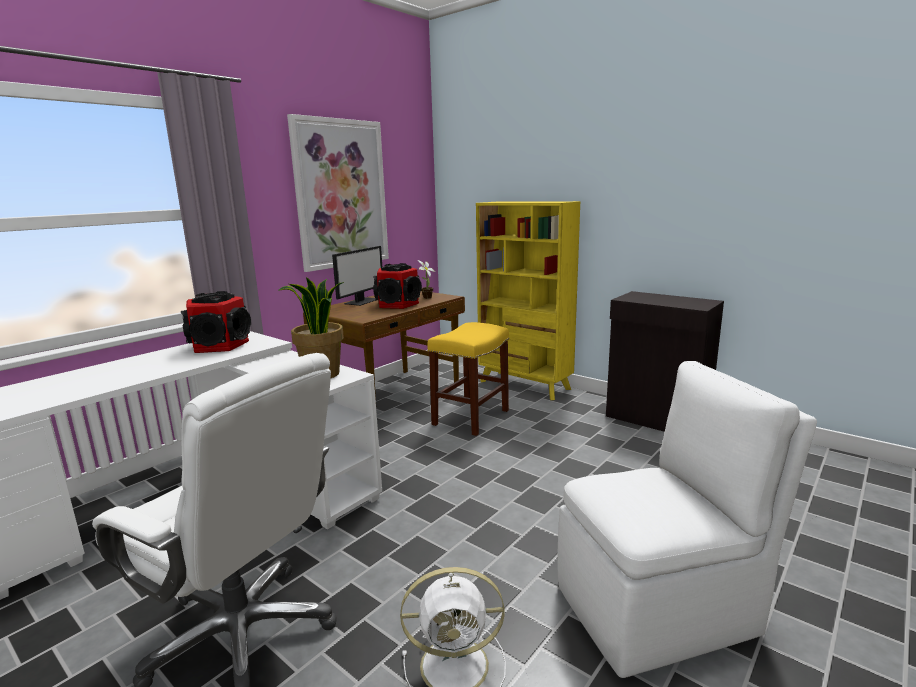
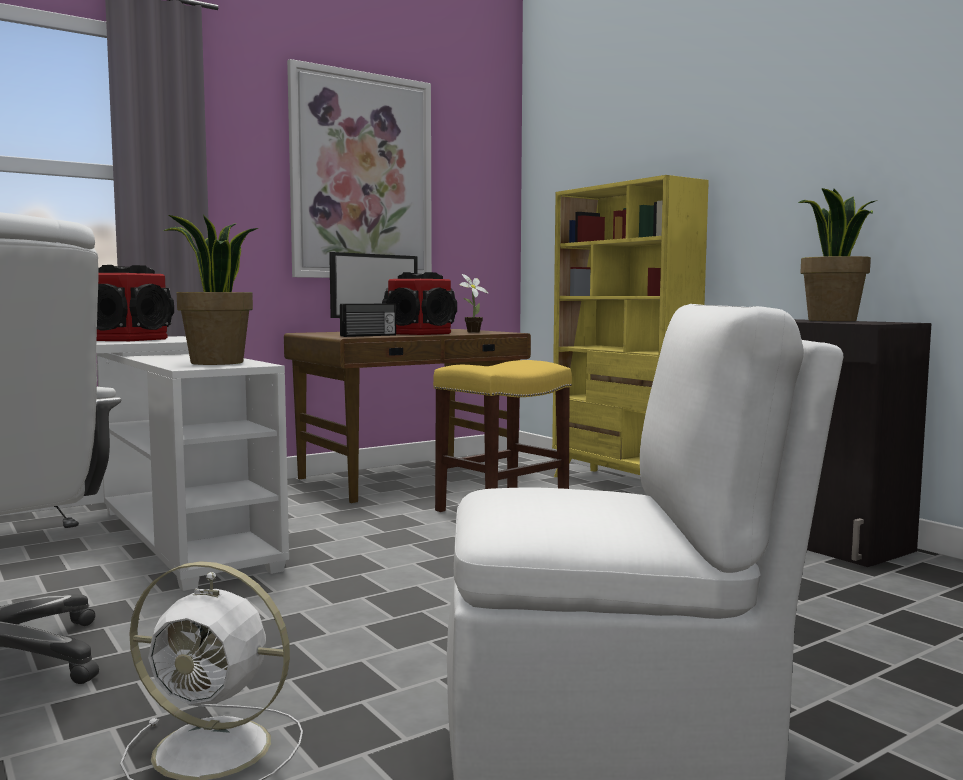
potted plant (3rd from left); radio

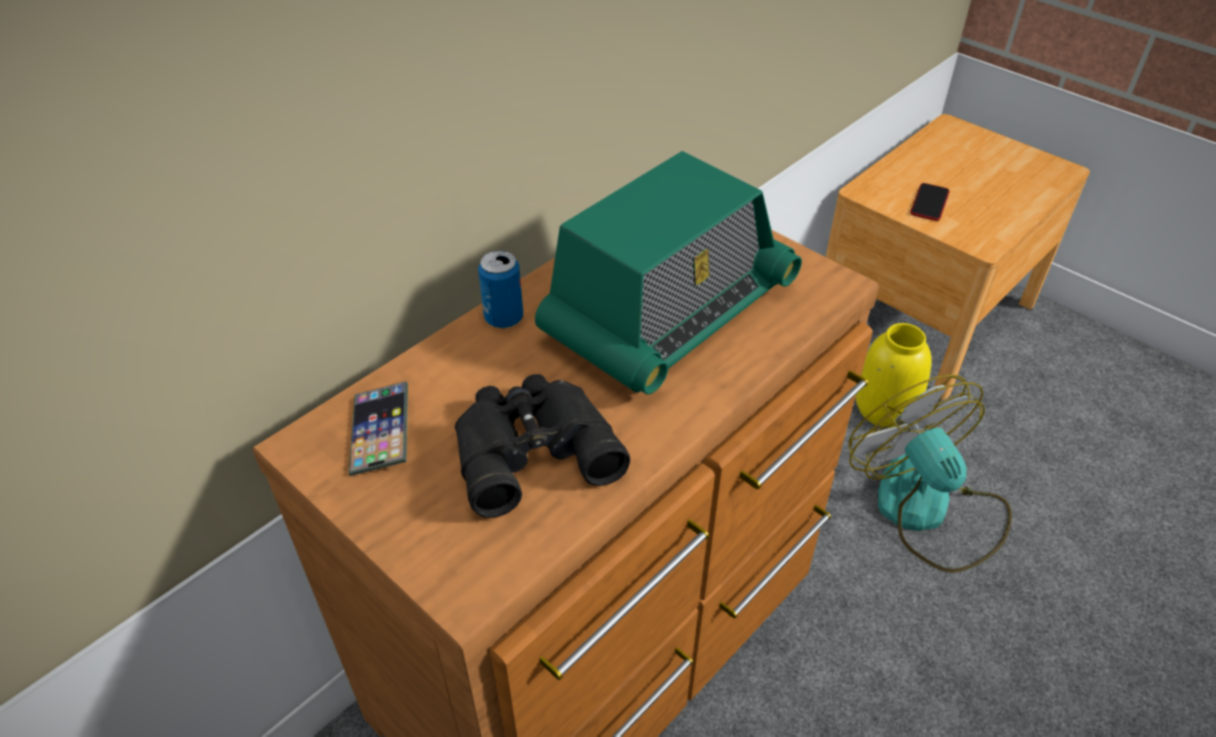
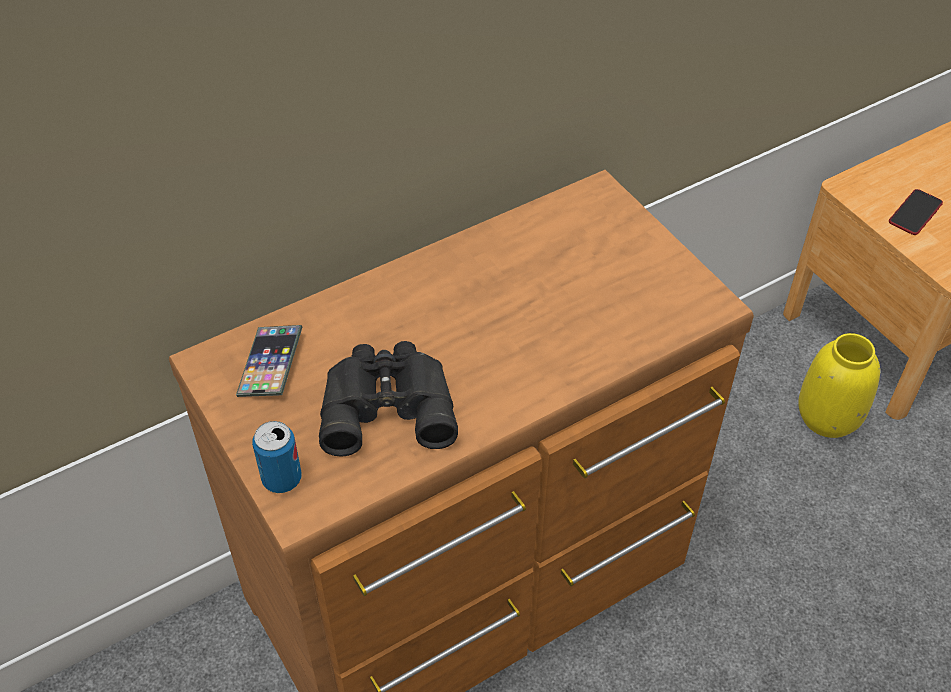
radio; can; fan

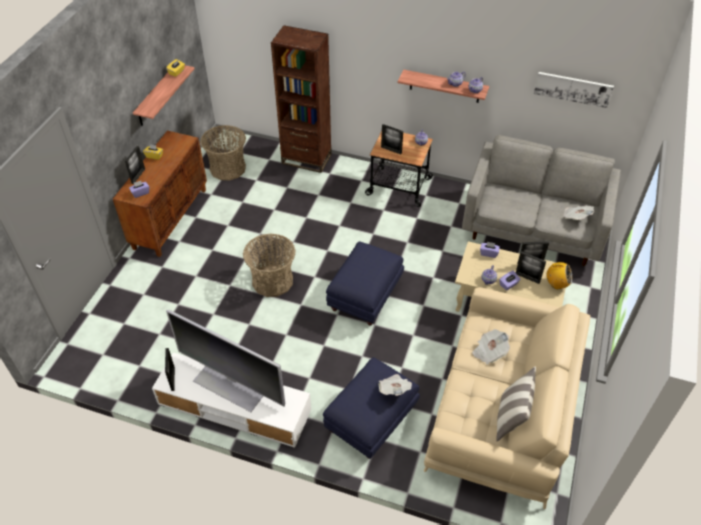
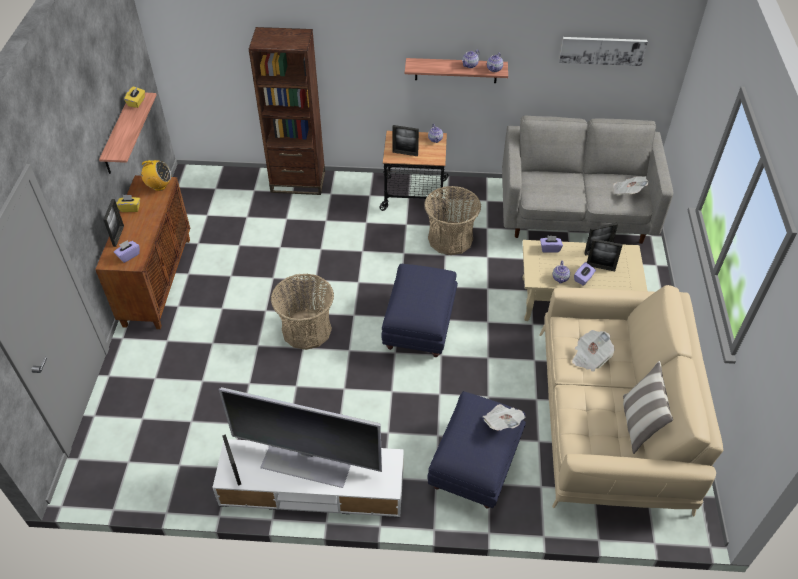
basket (2nd from left); radio

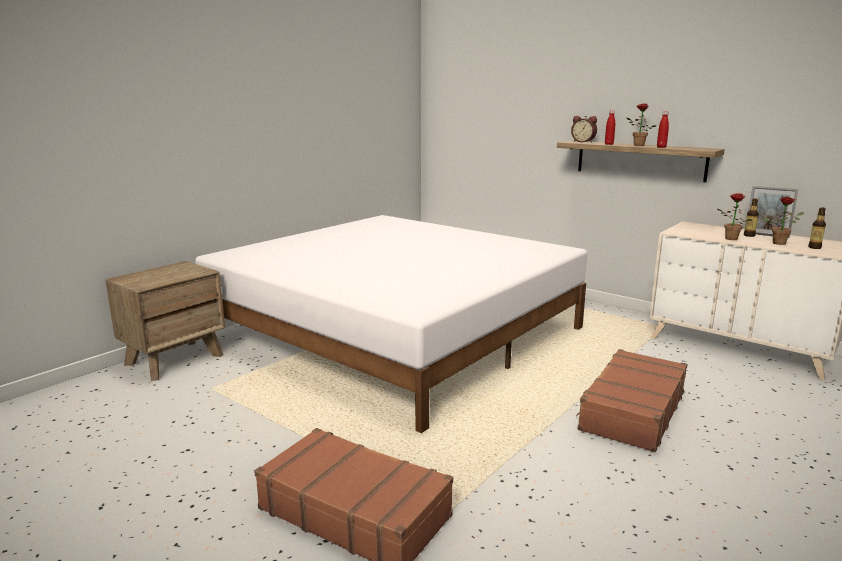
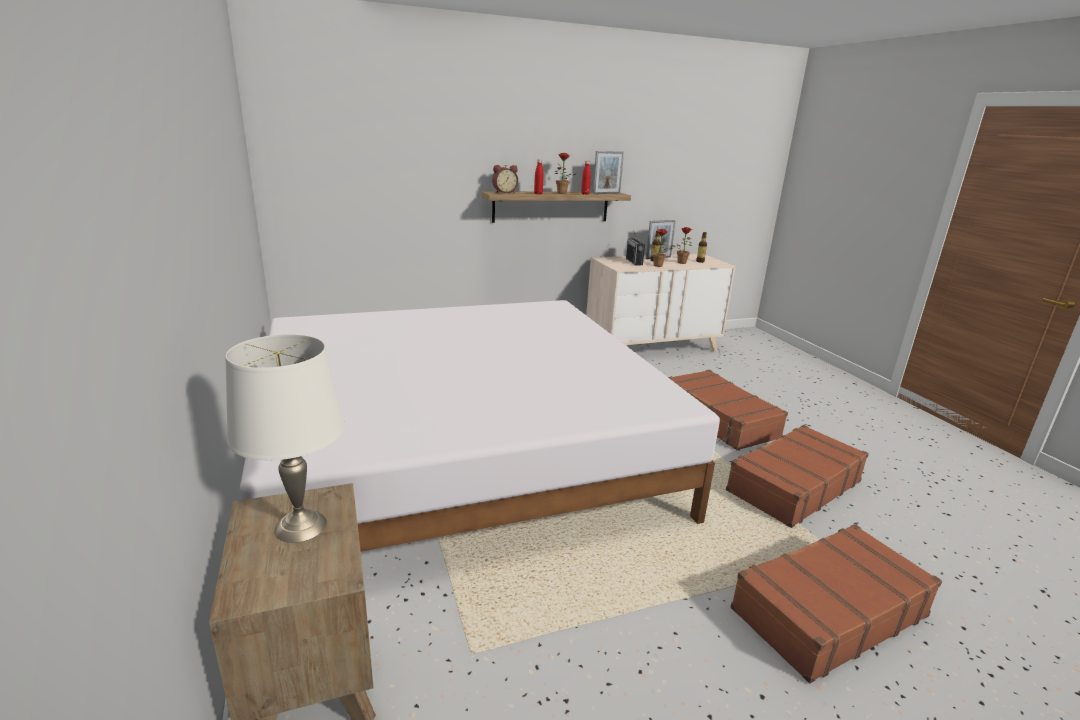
picture frame (1st from left); radio; white table lamp; brown suitcase (2nd from left)

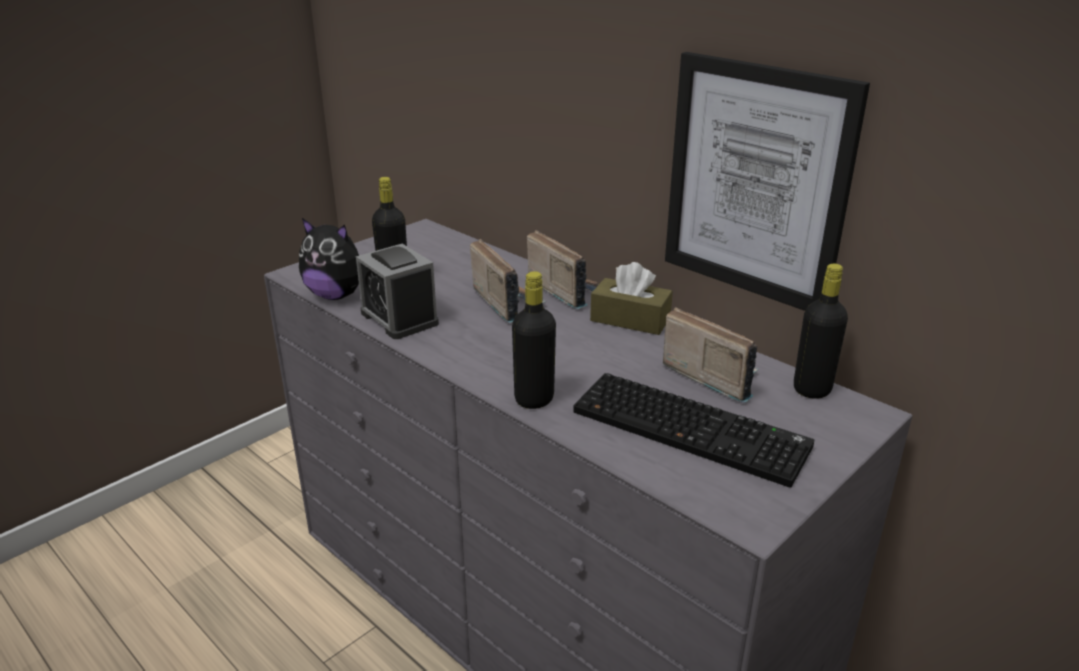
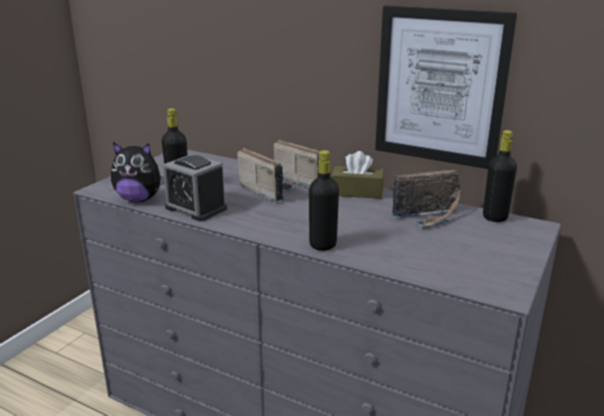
radio (3rd from left); keyboard

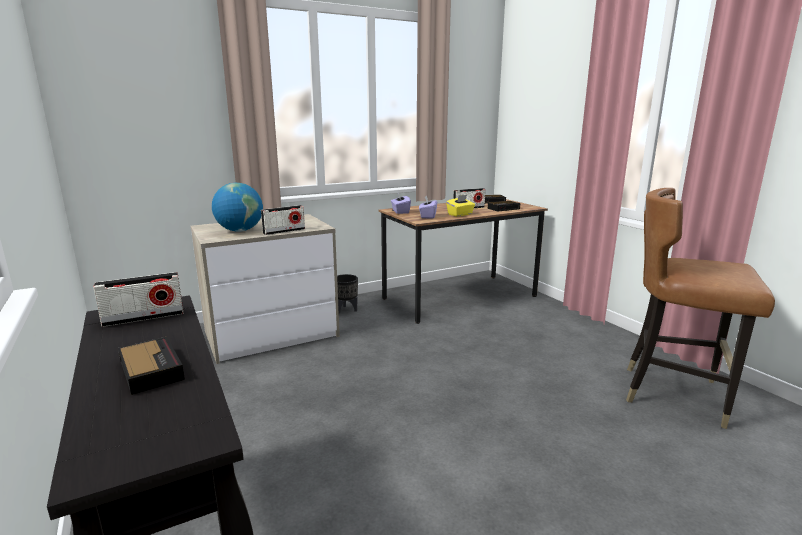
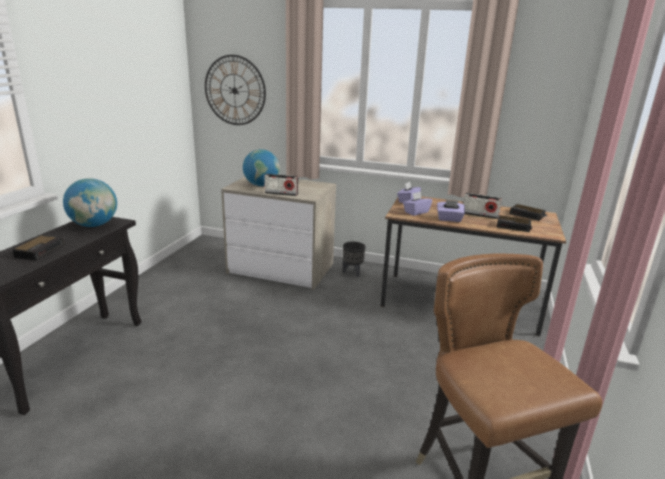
purple tissue box (3rd from left); globe (1st from left); wall clock

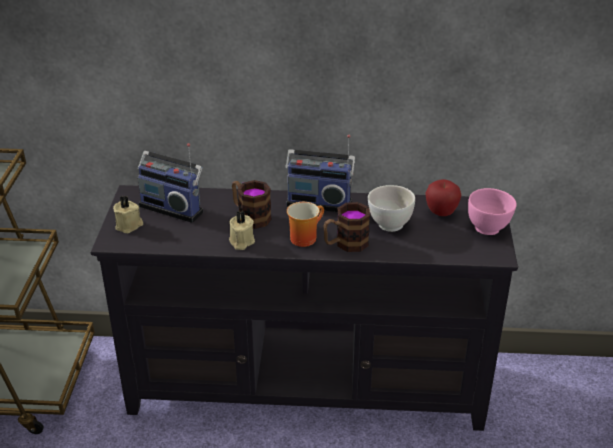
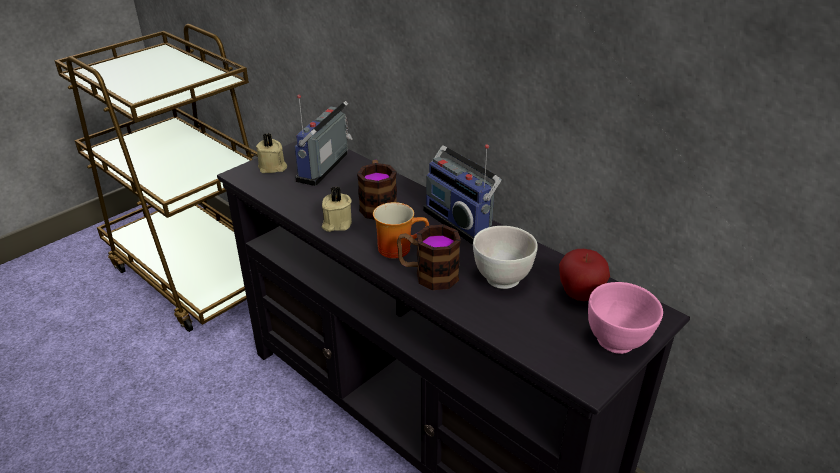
radio (1st from left)

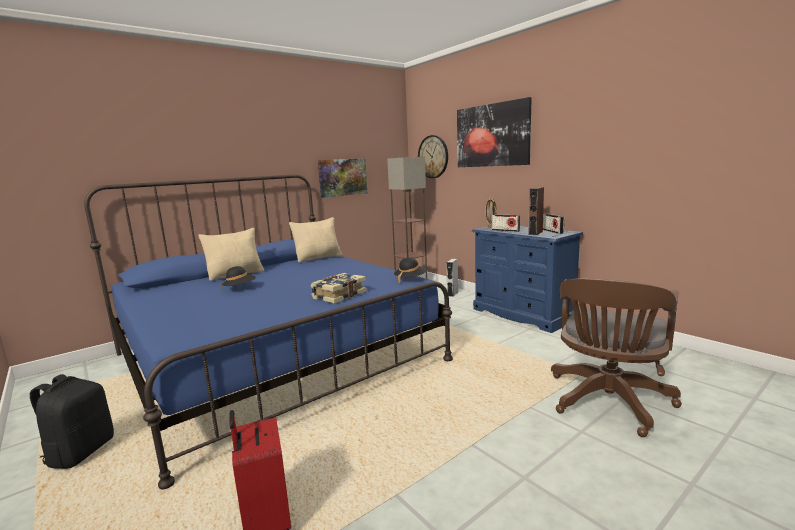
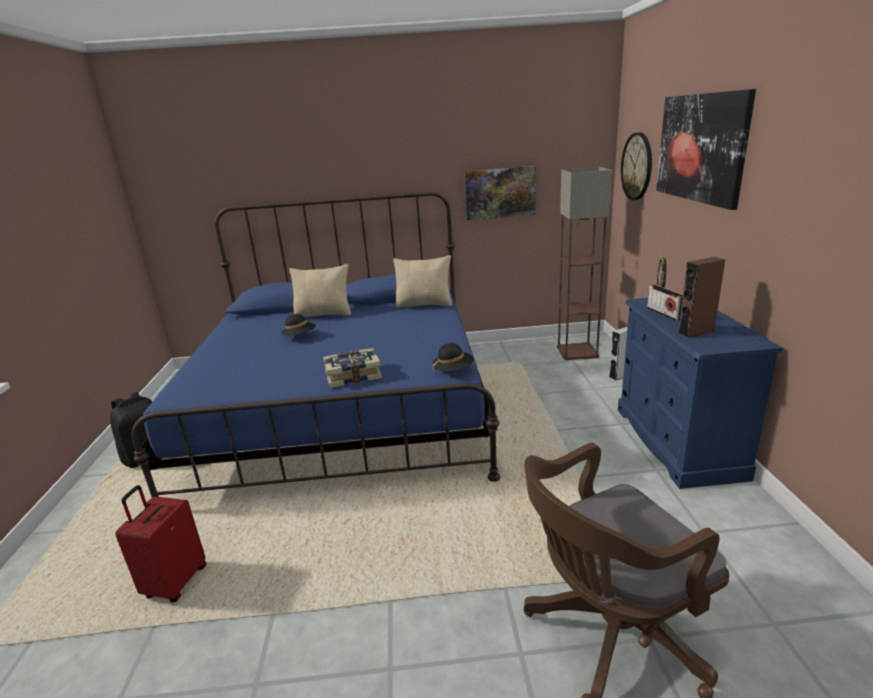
radio (2nd from left in the first image)

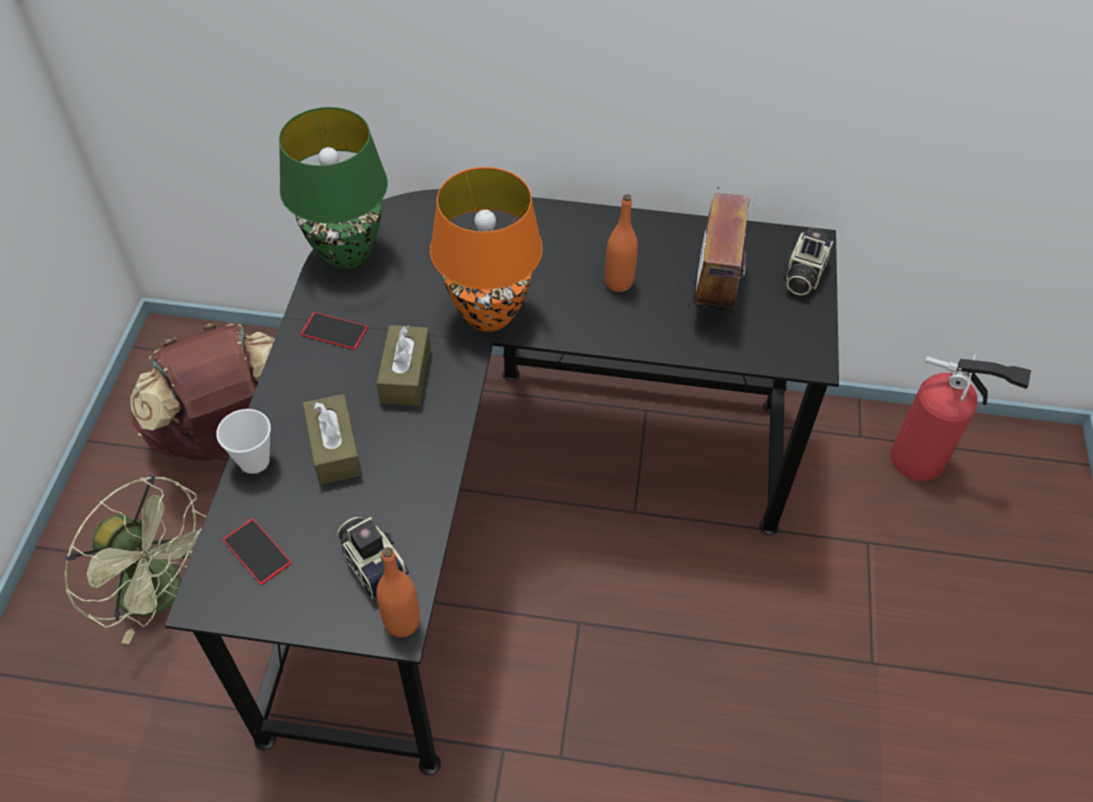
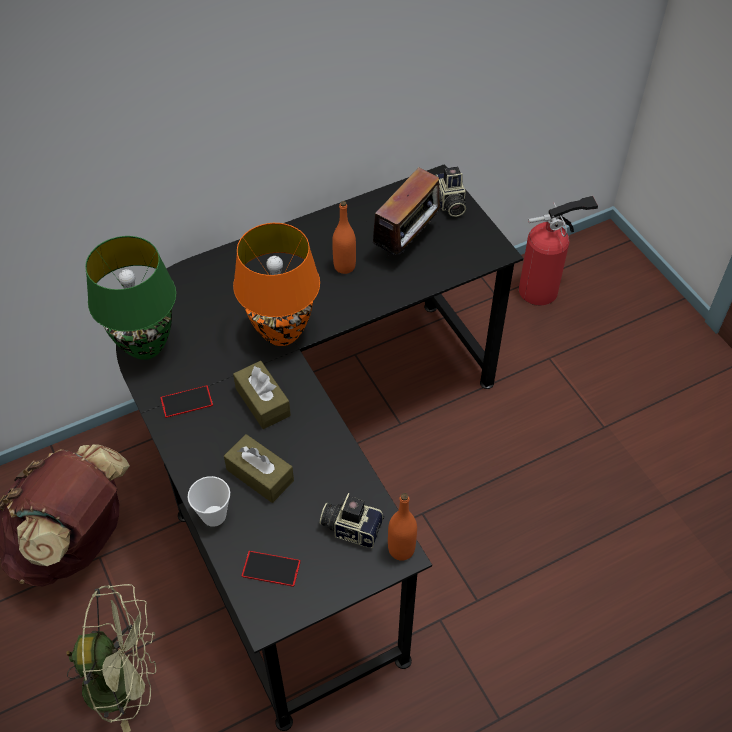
radio

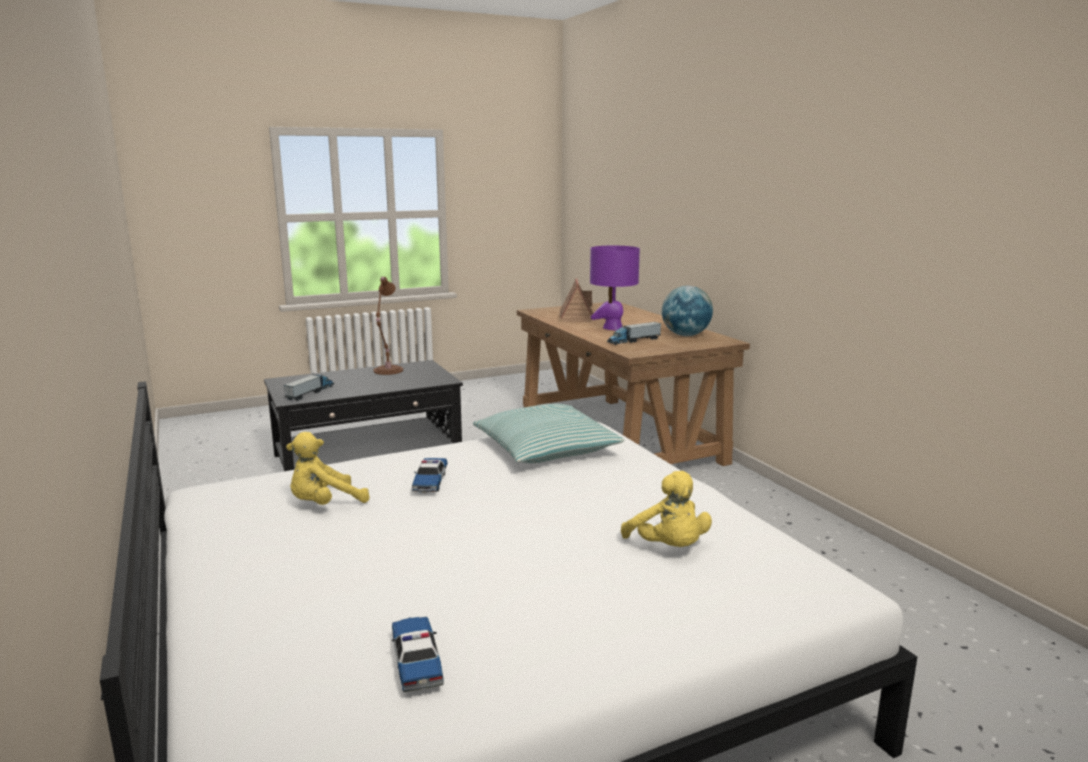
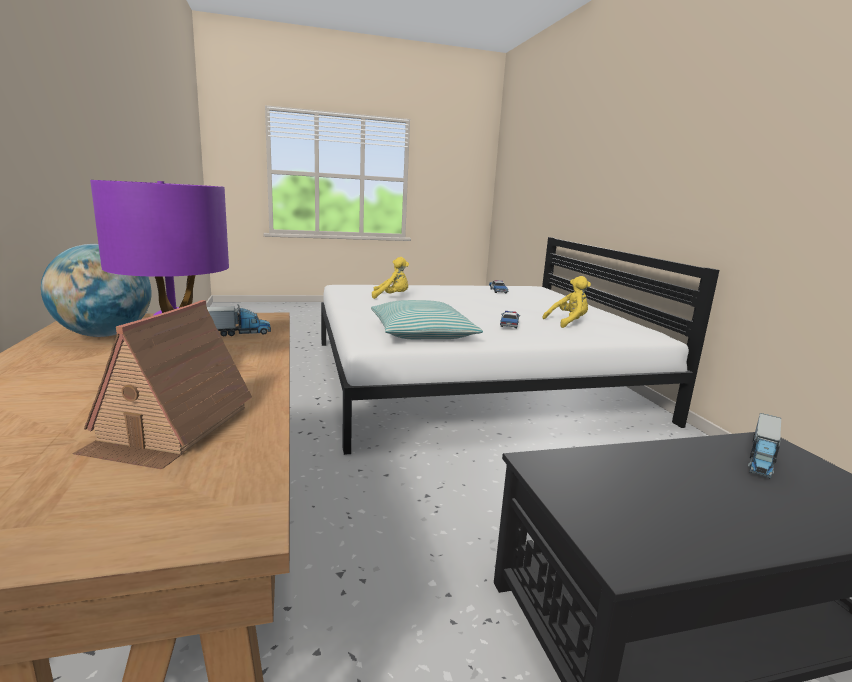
brown table lamp; yellow plush toy (1st from left)

